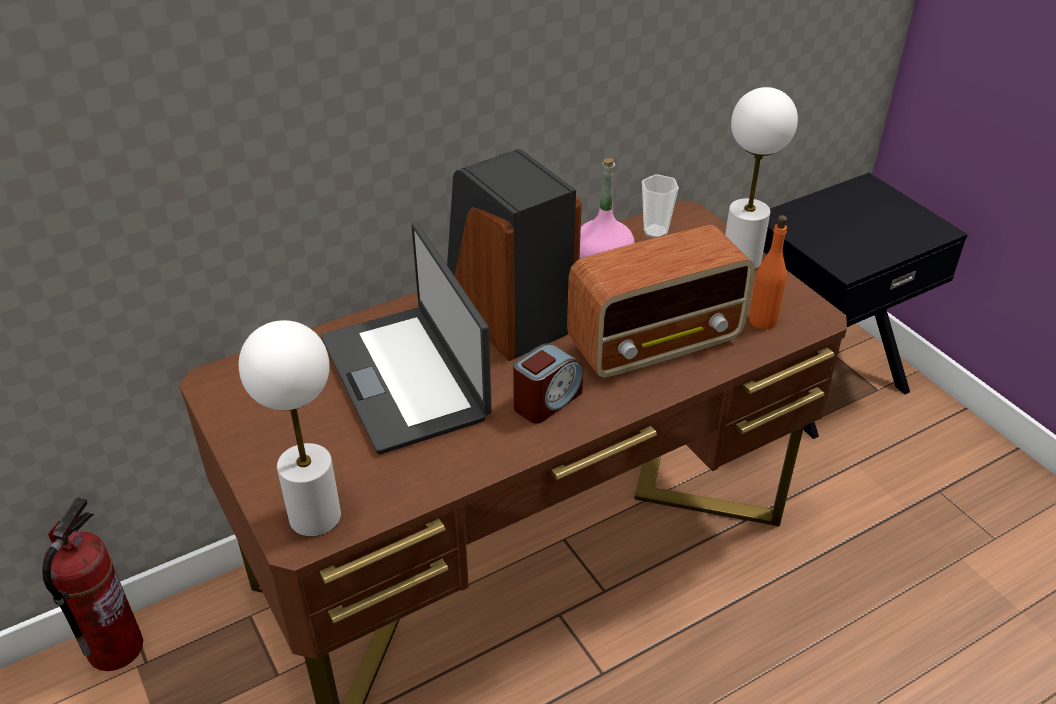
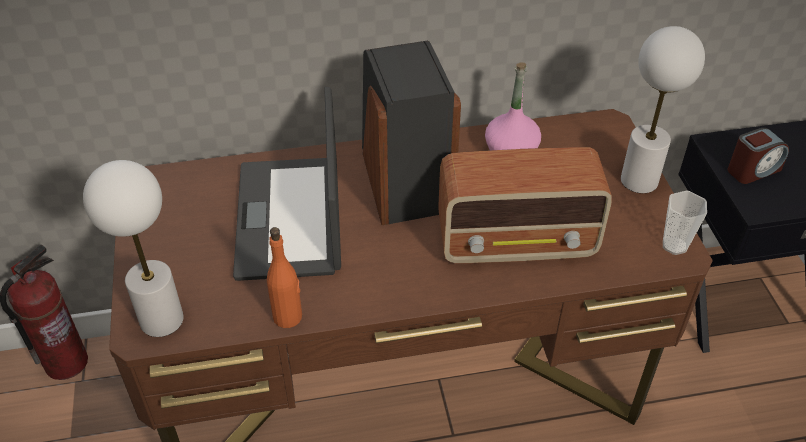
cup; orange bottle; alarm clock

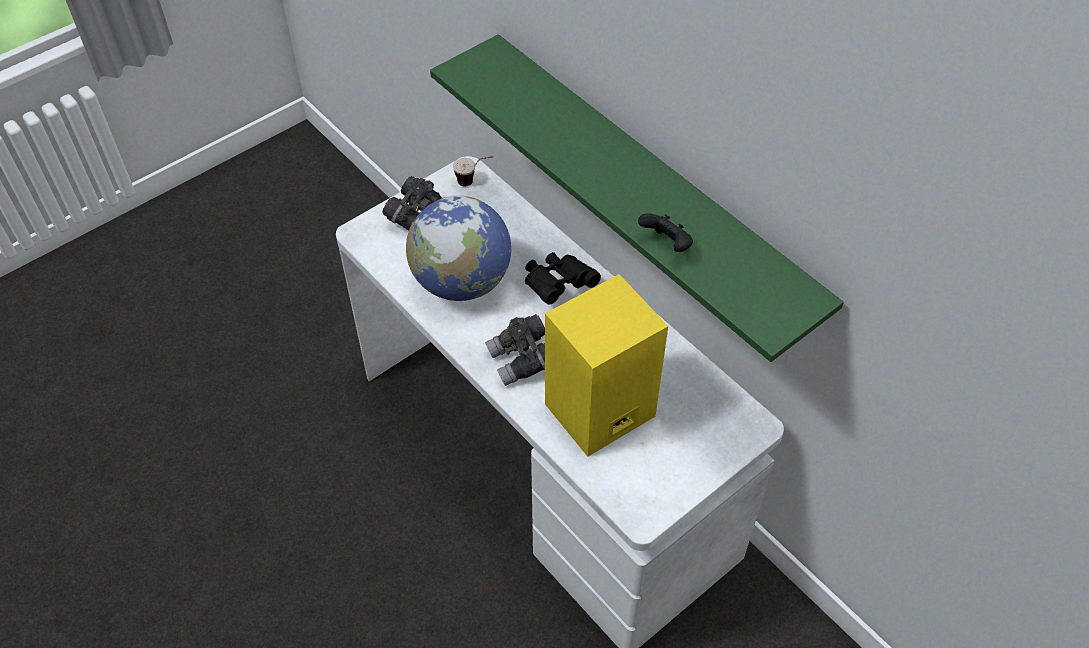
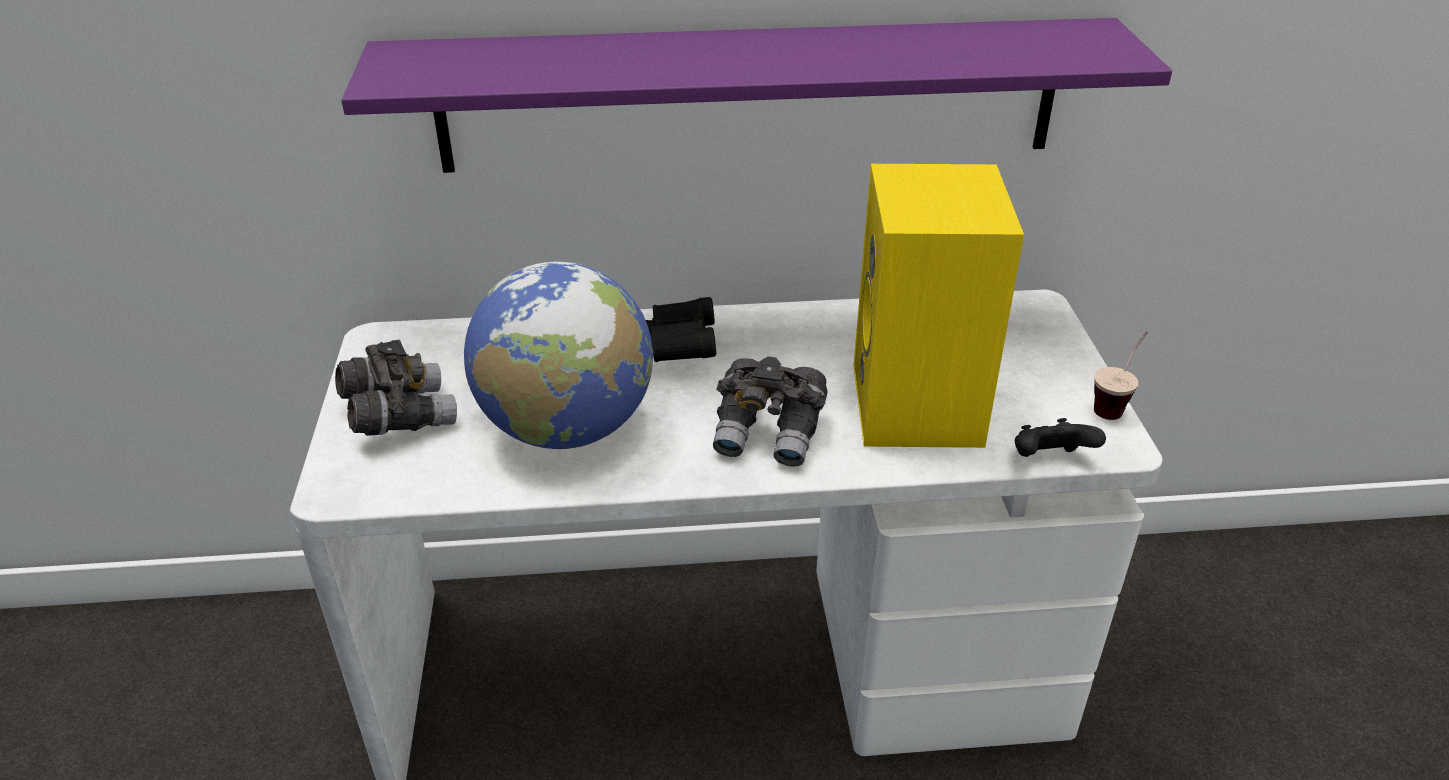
purple shelf; cup; black game controller

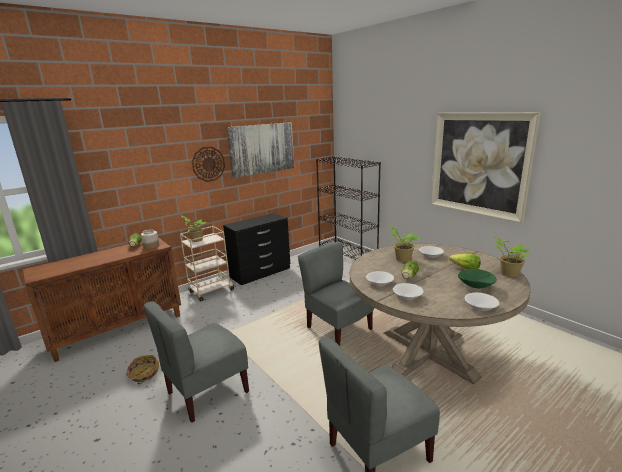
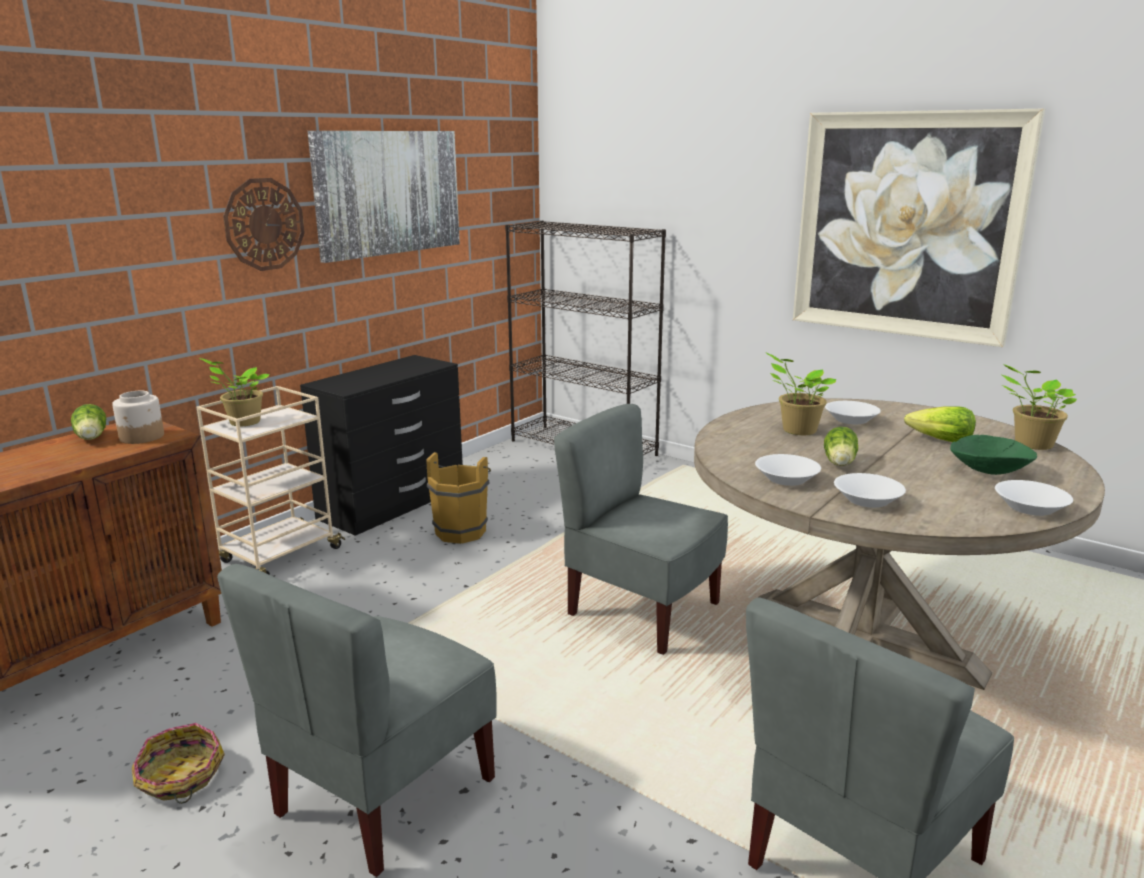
brown bucket

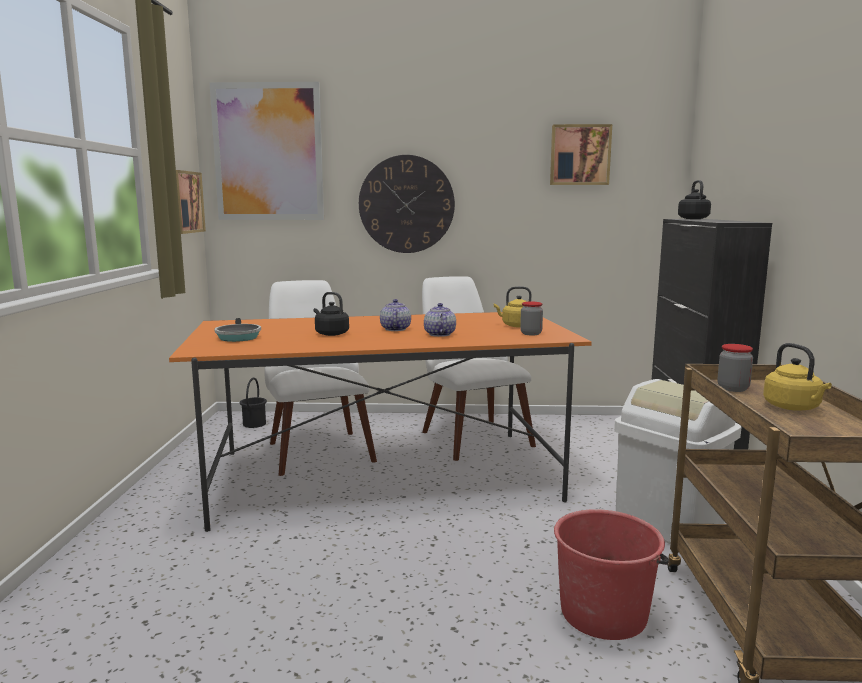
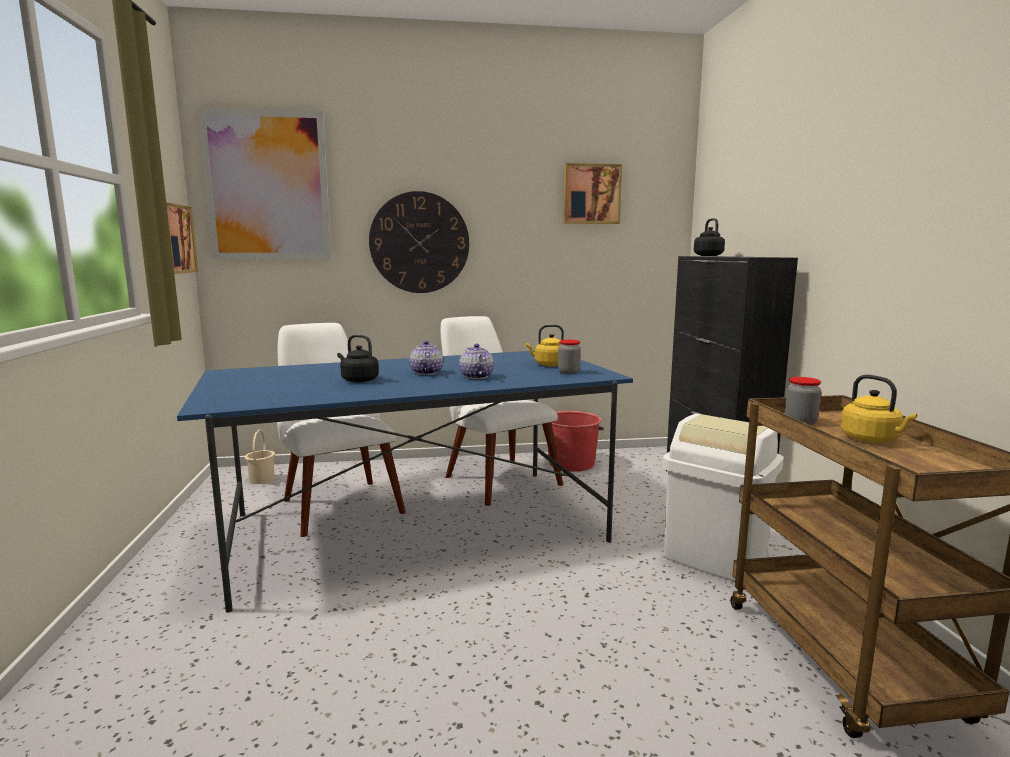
blue dining table; frying pan; beige bucket; red bucket

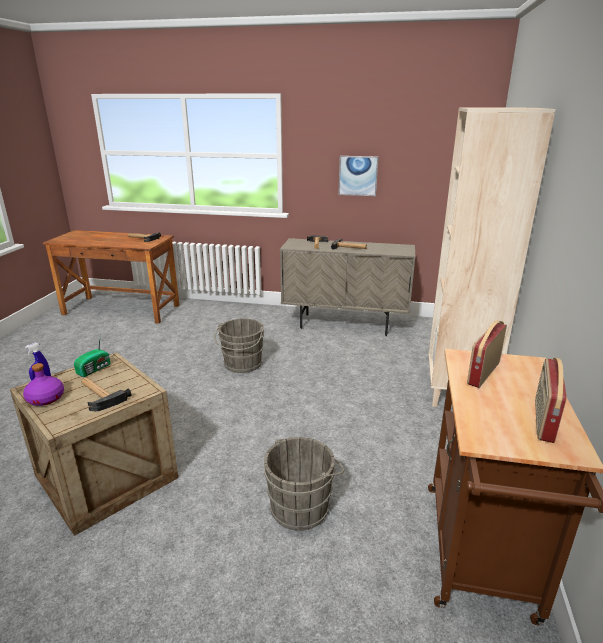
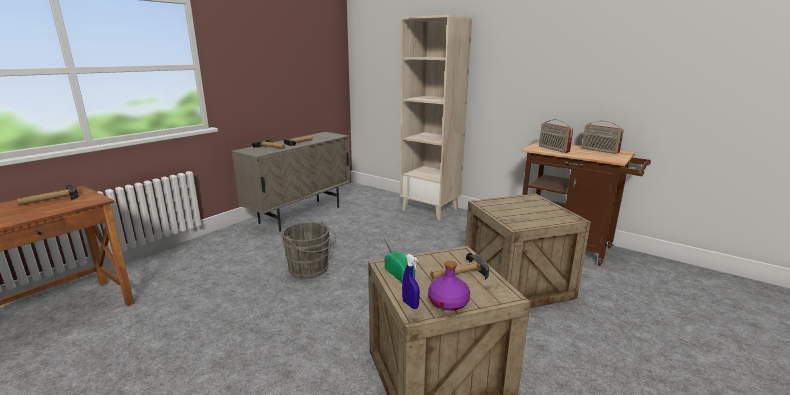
picture; crate (2nd from left)

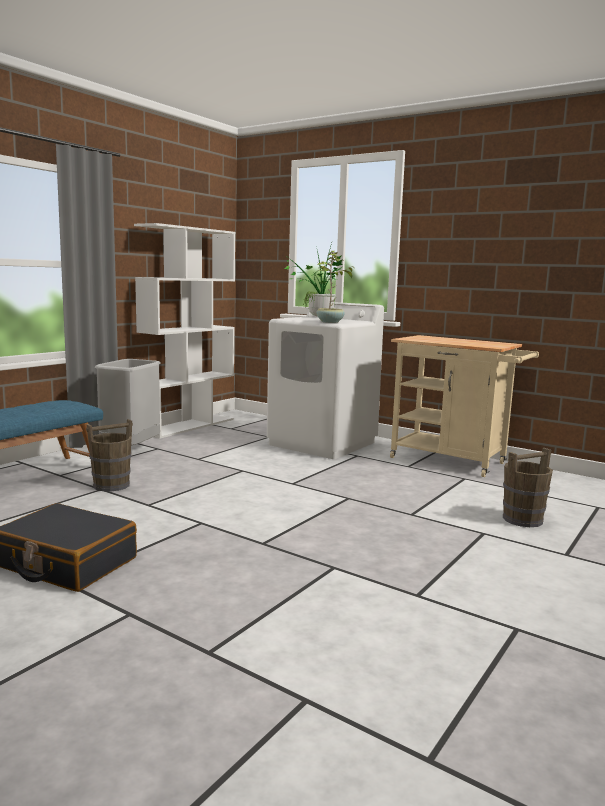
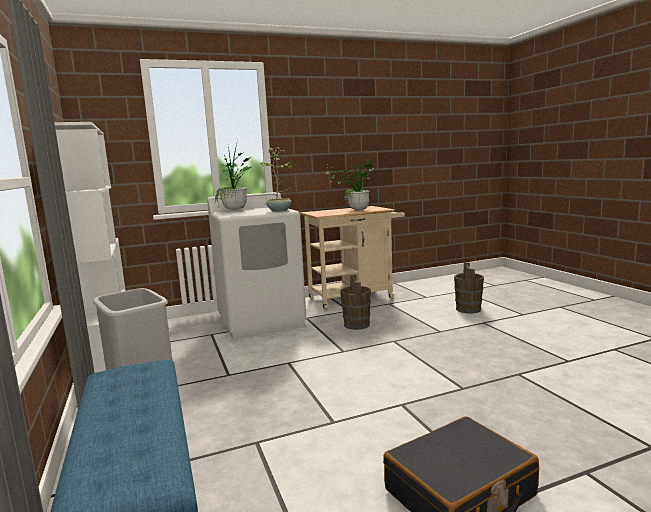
brown bucket (1st from left); potted plant (3rd from left)

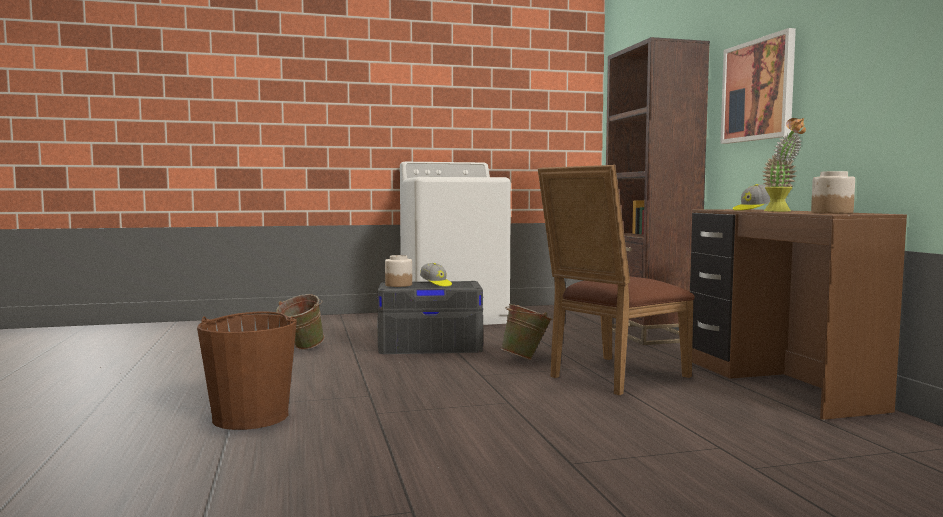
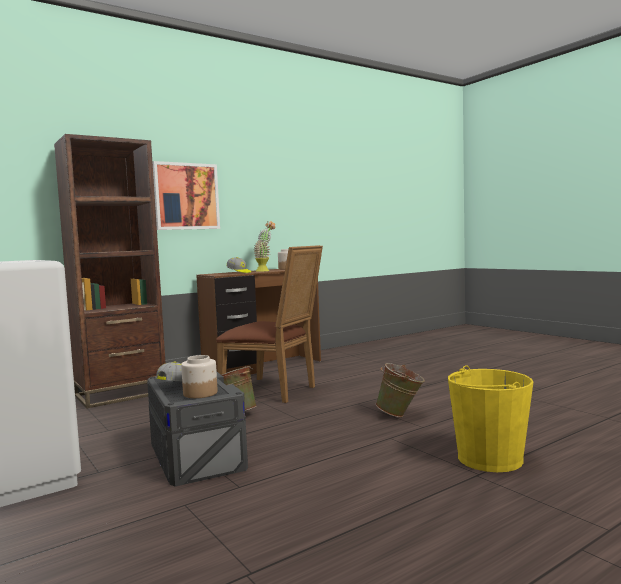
green bucket (2nd from left); yellow bucket

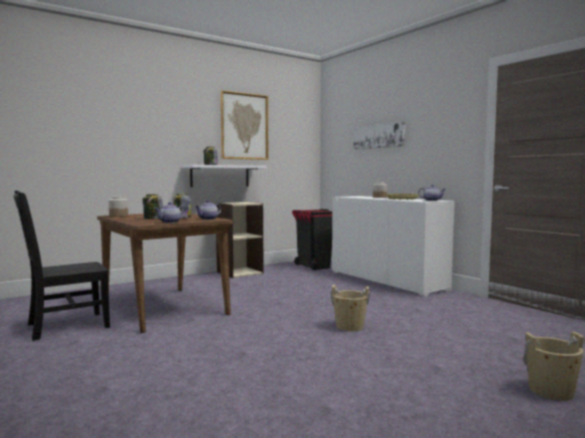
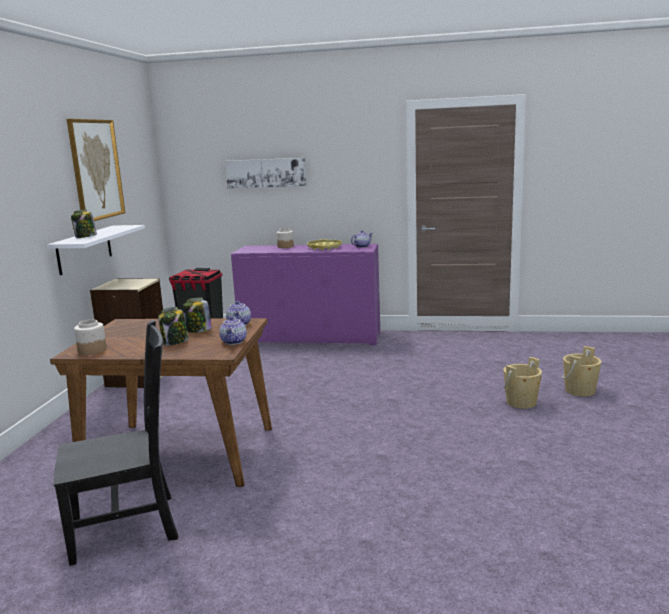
black chair; purple cabinet; beige bucket (1st from left)

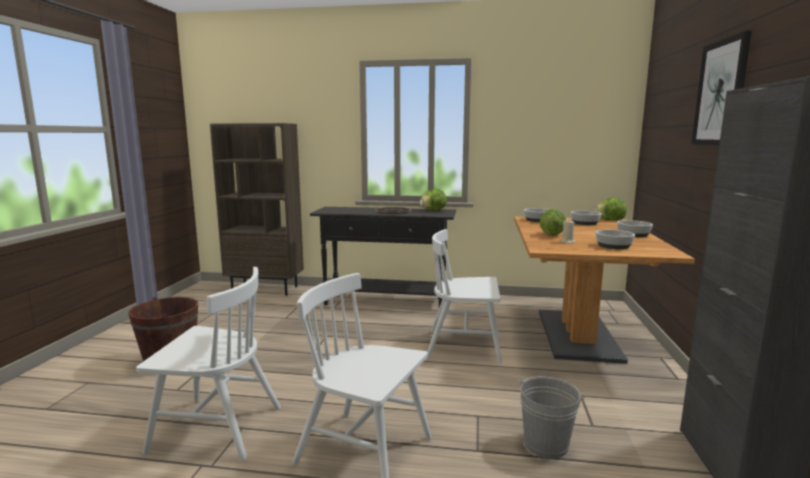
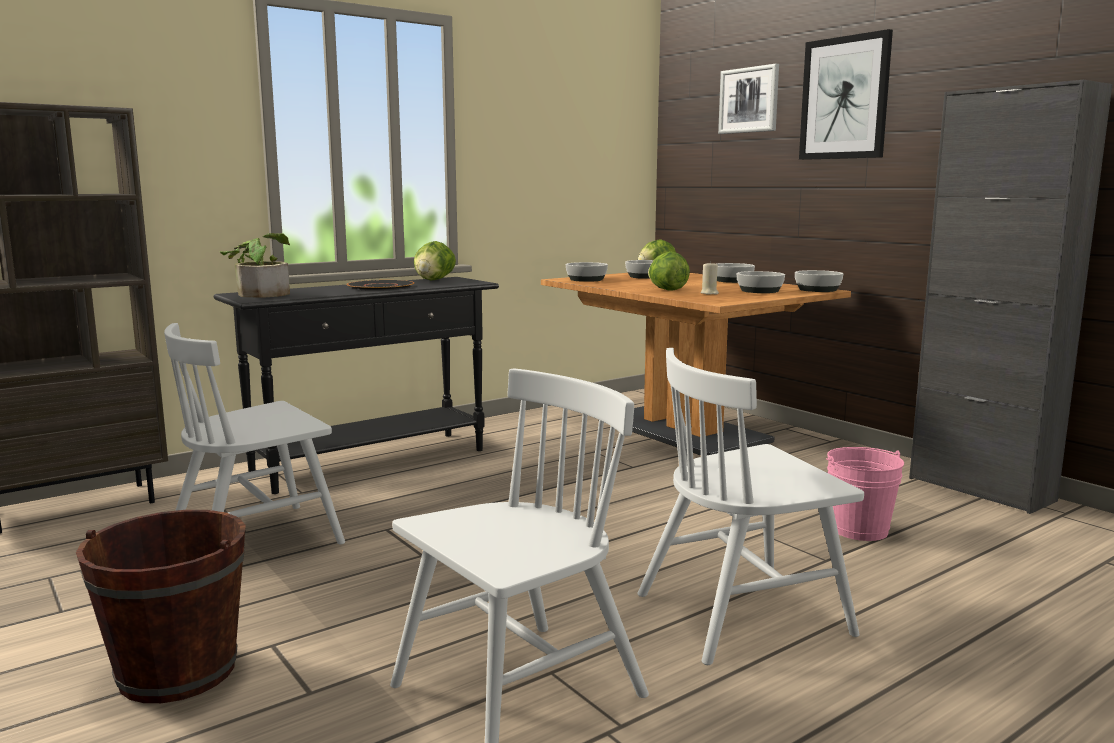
white chair (1st from left); pink bucket; picture (1st from left); potted plant; bowl (5th from left)

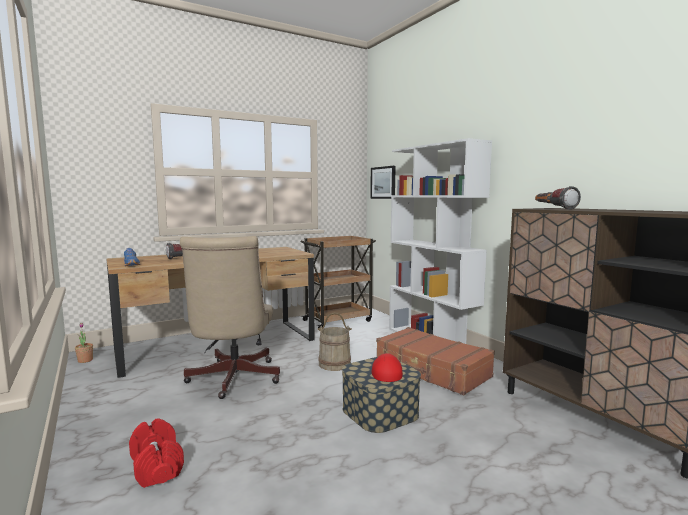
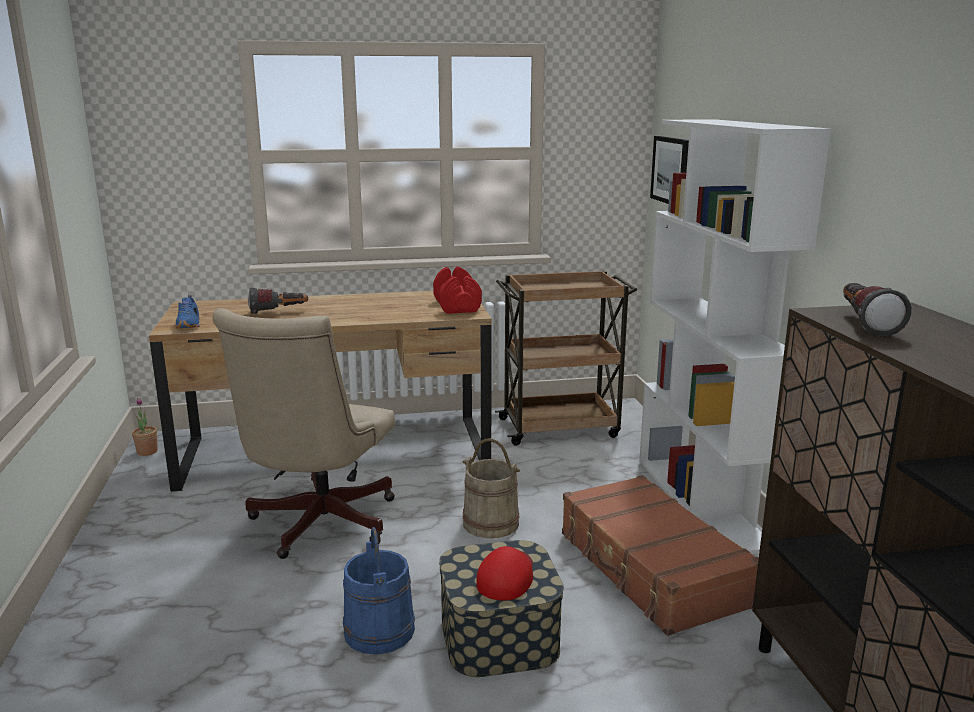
red dumbbell; blue bucket

